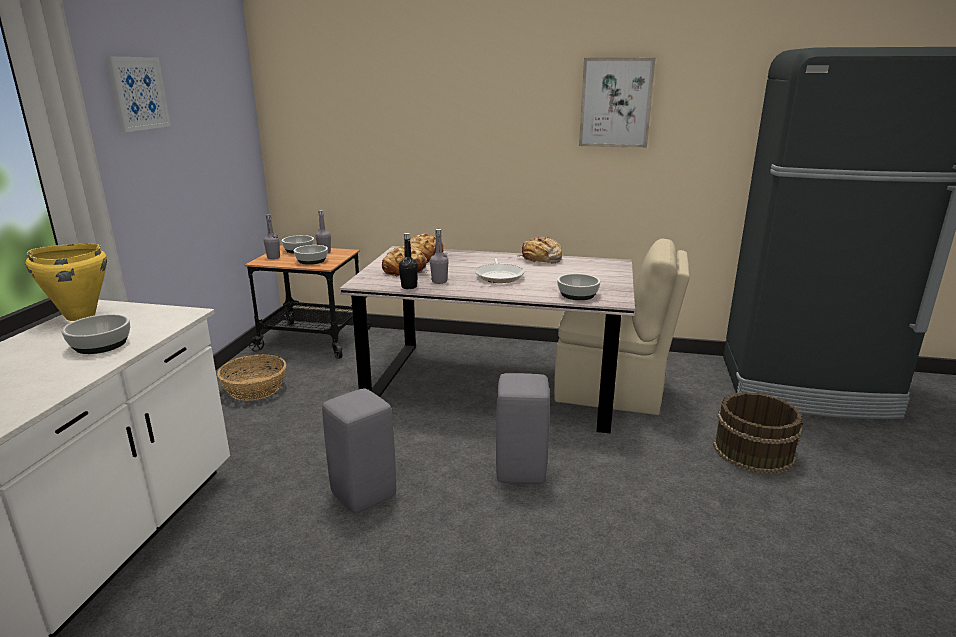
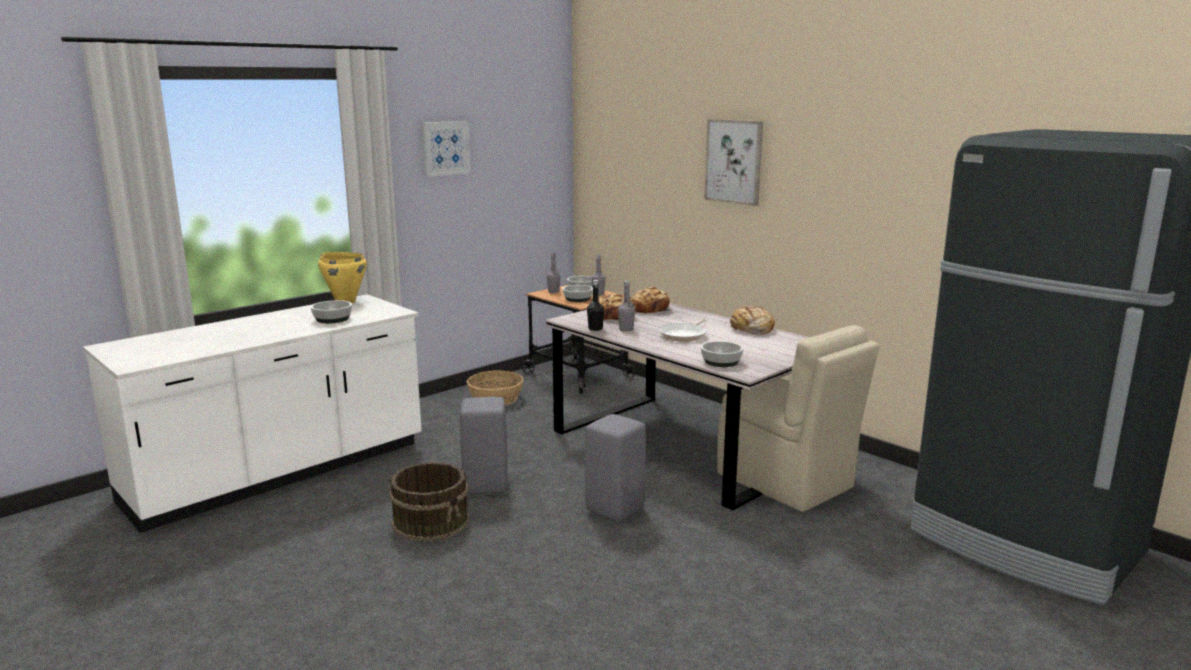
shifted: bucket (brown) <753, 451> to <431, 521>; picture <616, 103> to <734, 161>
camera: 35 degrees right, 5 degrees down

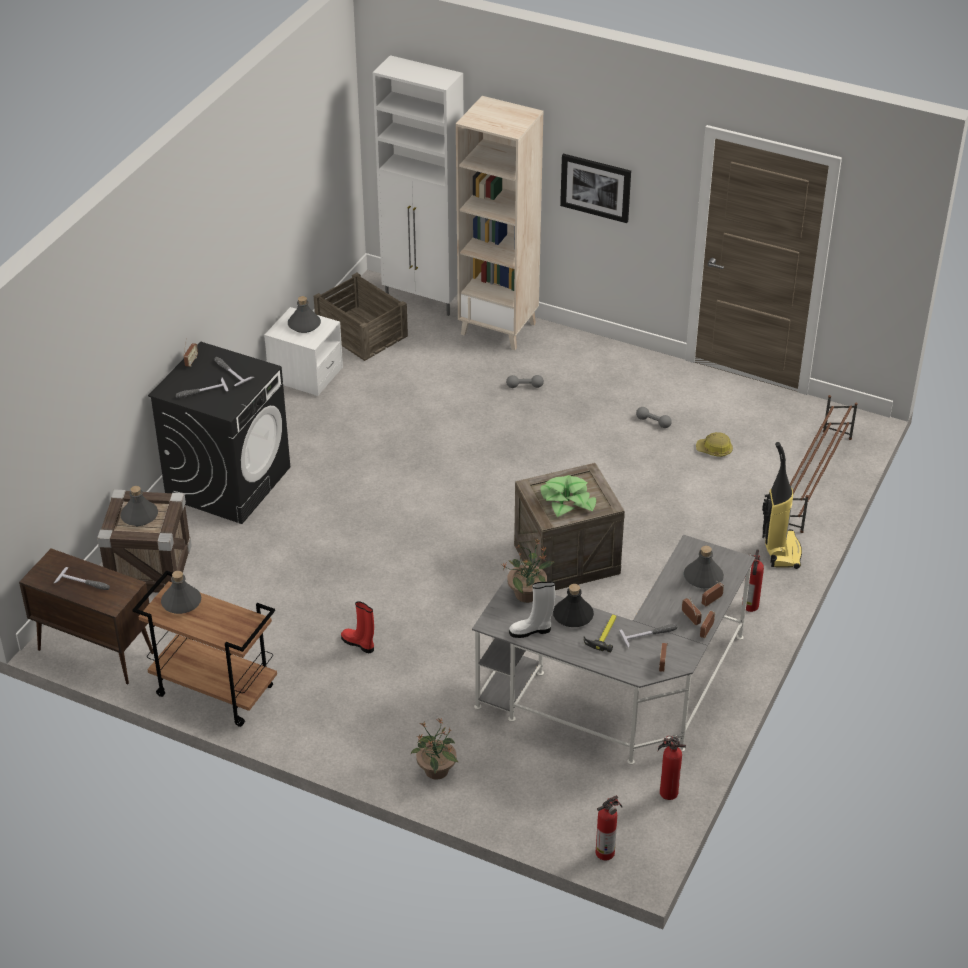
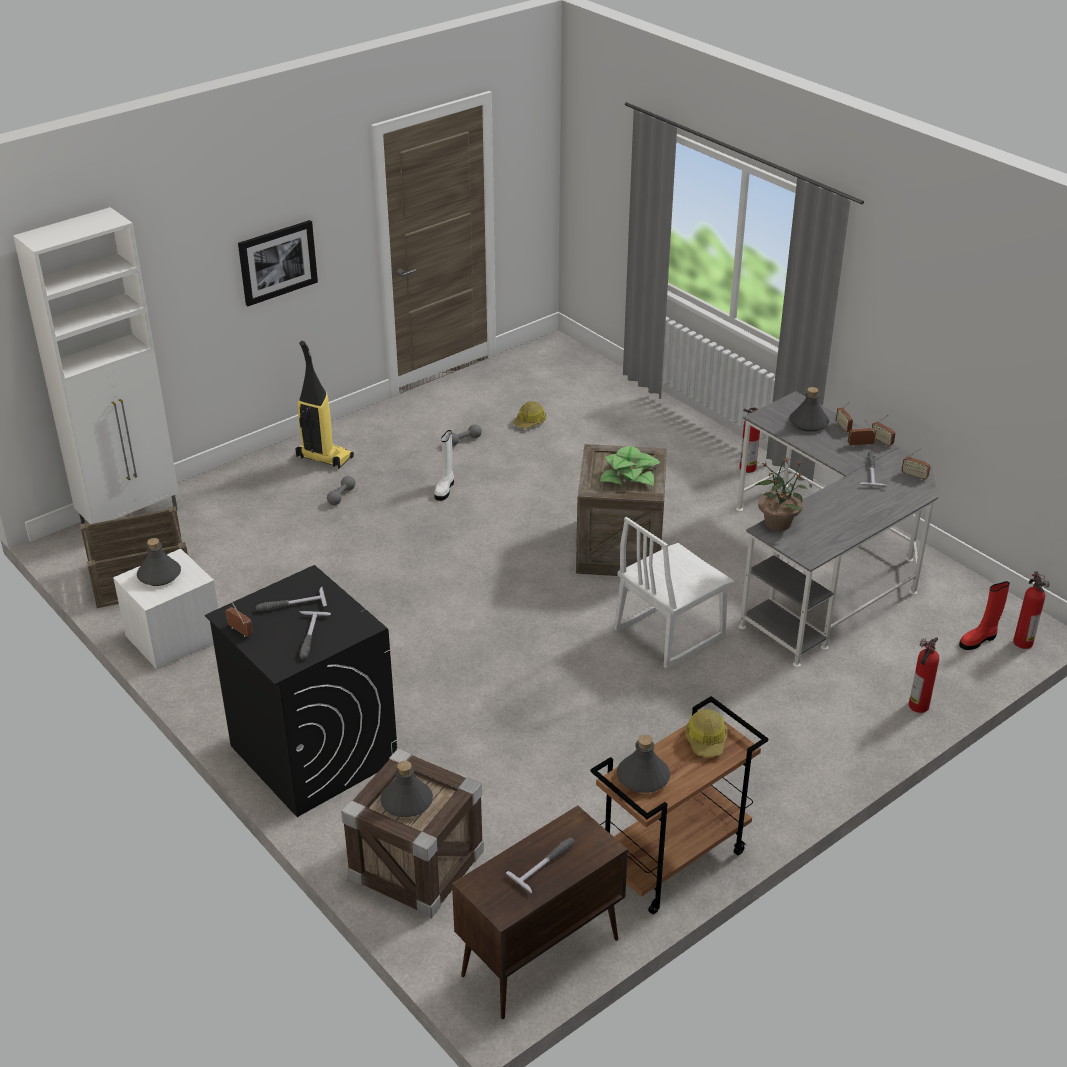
gone: potted plant <436, 771>; bookcase (beige) <499, 328>; bottle (black) <573, 616>; hammer <603, 633>; shoe rack (brown) <812, 480>
new: chair (white) <668, 633>; hard hat <706, 740>
shifted: vacuum cleaner <780, 550> to <323, 457>; boot (white) <531, 631> to <445, 489>; fire extinguisher <667, 792> to <918, 706>; boot (red) <359, 644> to <978, 640>
camera: 65 degrees left, 5 degrees down

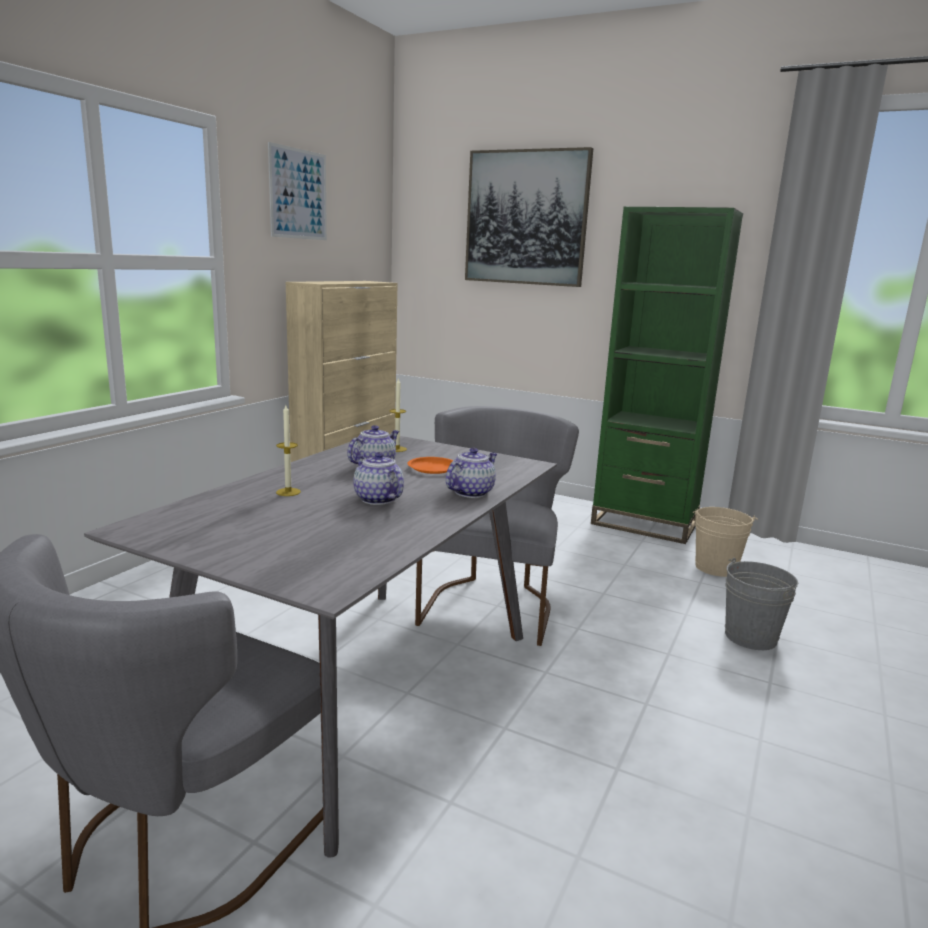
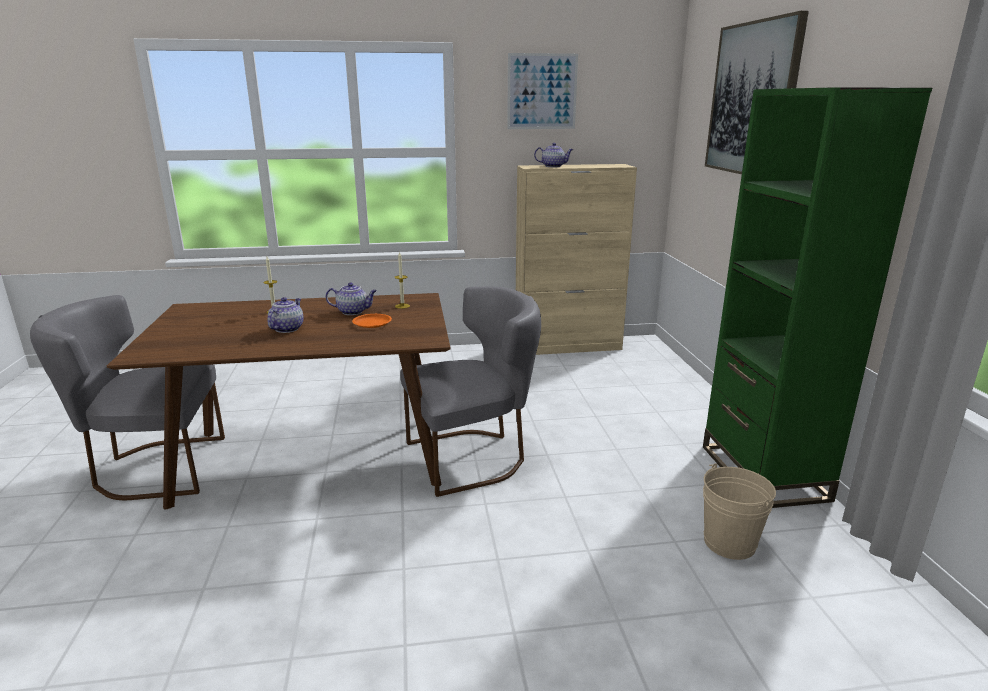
gone: bucket (grey) <750, 637>
shifted: teapot <471, 492> to <553, 166>
repainted: dining table (grey) <362, 688> to dining table (brown) <316, 457>
camera: 55 degrees right, 5 degrees up

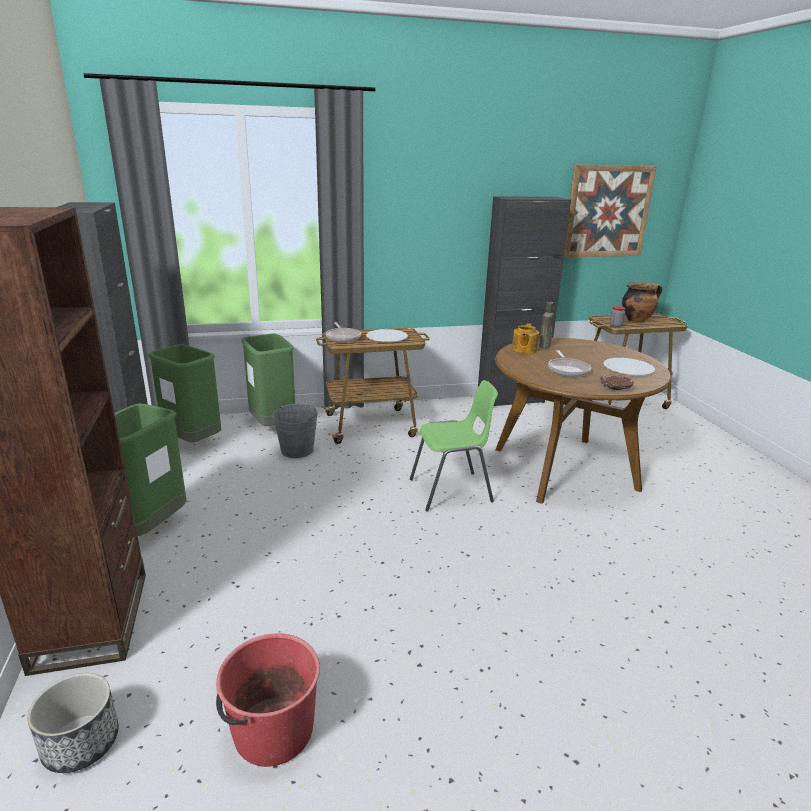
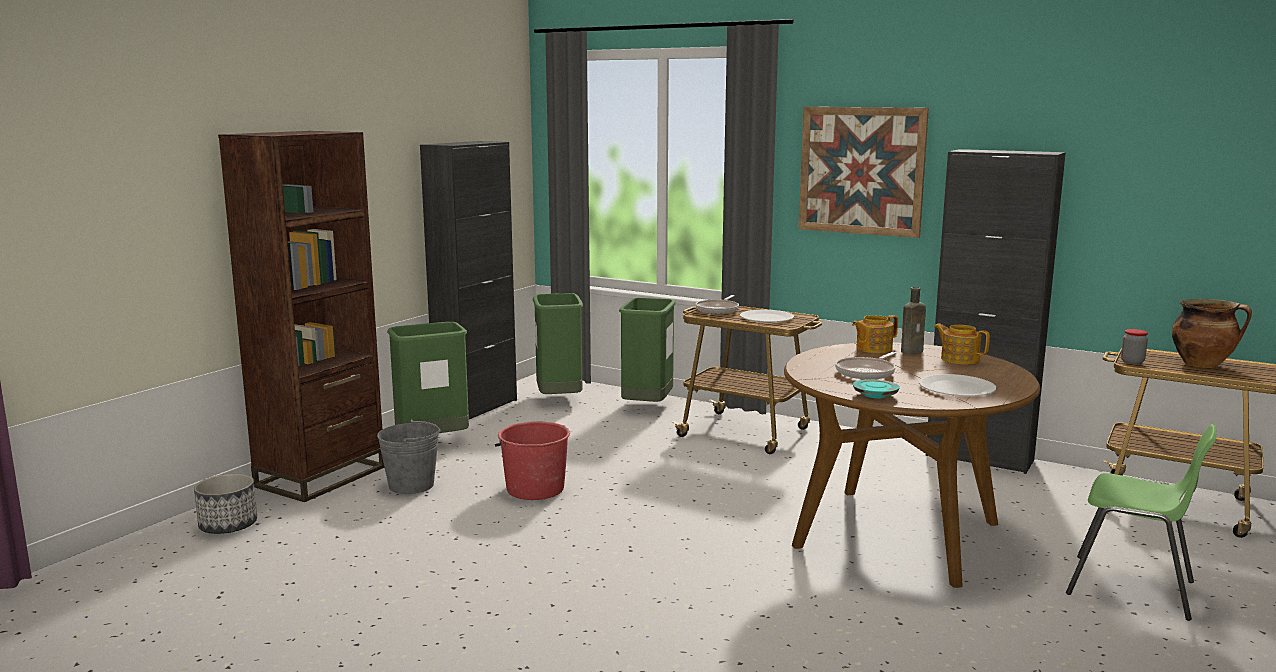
new: teapot <959, 359>
shifted: bucket (grey) <297, 450> to <411, 485>; bucket (red) <272, 731> to <534, 489>; picture <607, 211> to <861, 170>; chair (green) <451, 491> to <1132, 588>
repainted: plate (brown) <615, 387> to plate (turquoise) <875, 395>
camera: 45 degrees right, 10 degrees down

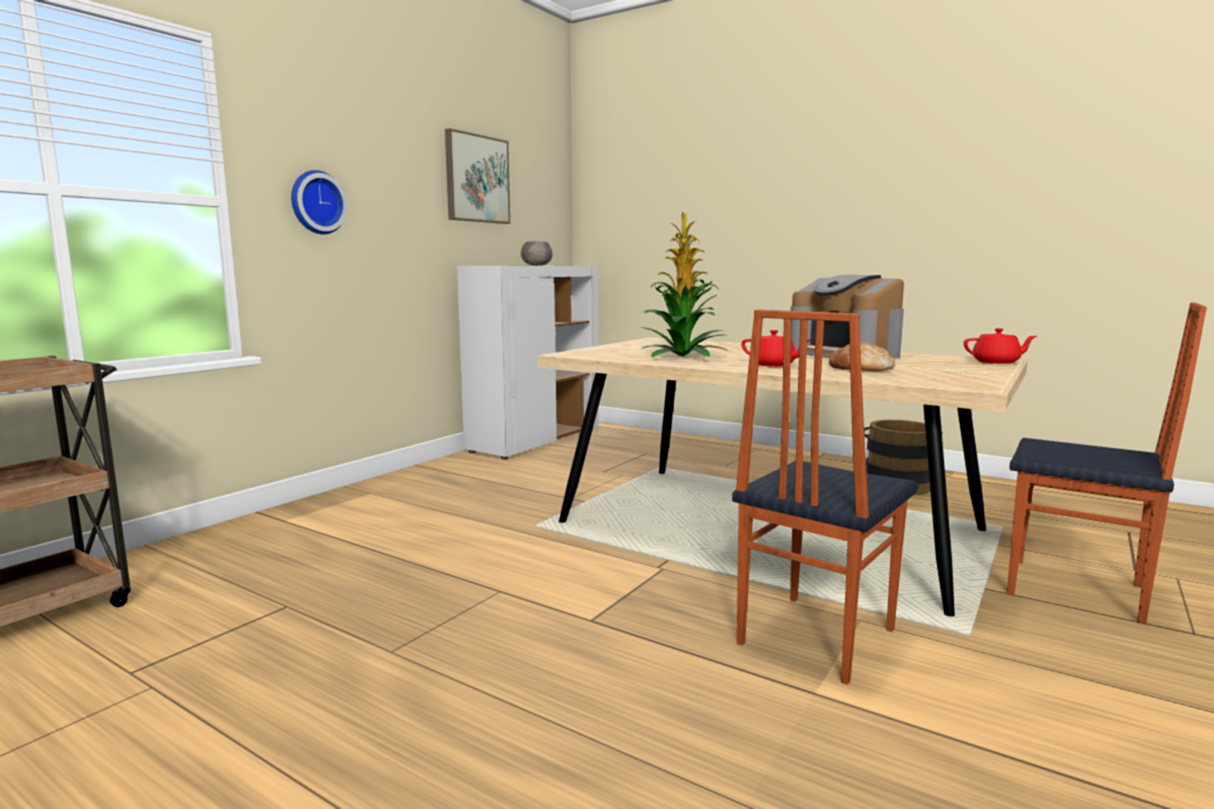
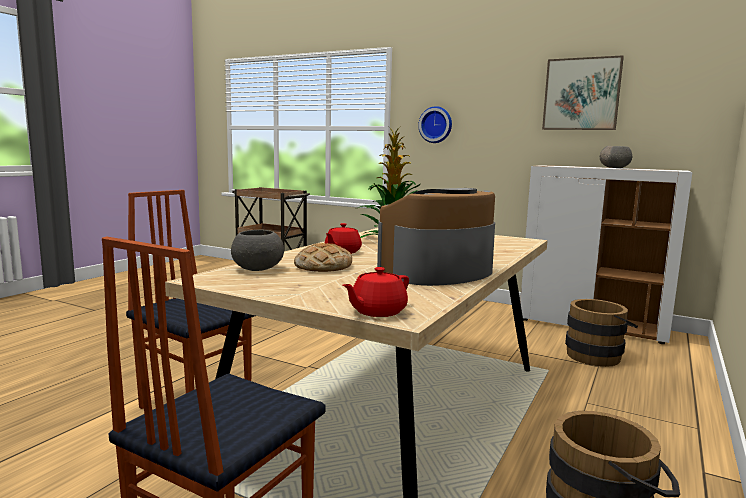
new: bowl (grey) <257, 269>; bucket (brown) <597, 355>
rotated: teapot (red) <997, 362> = <377, 311> 45 degrees clockwise
camera: 85 degrees right, 0 degrees up

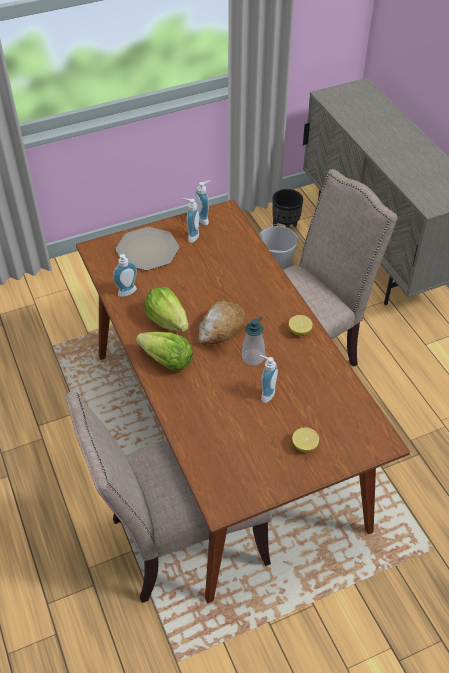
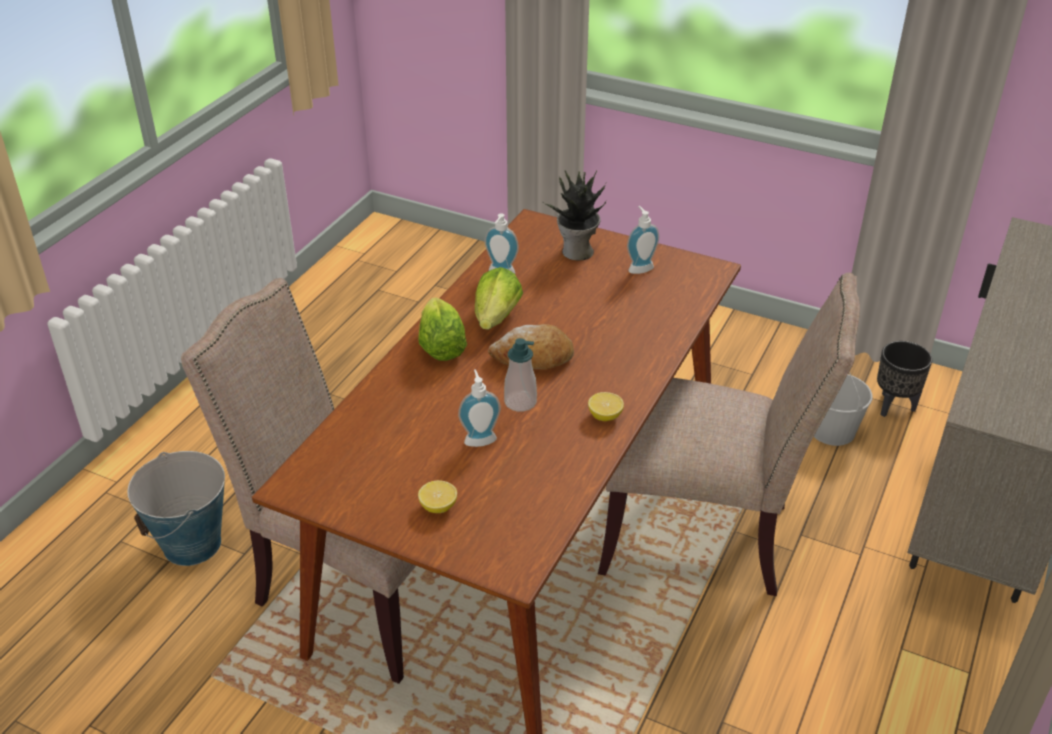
gone: soap dispenser <204, 219>
new: bucket <192, 544>
swapped: plate <147, 250> to potted plant <577, 252>
camera: 50 degrees right, 10 degrees down

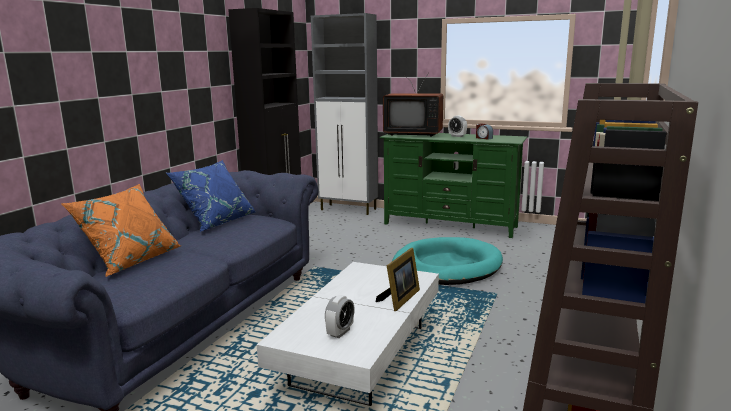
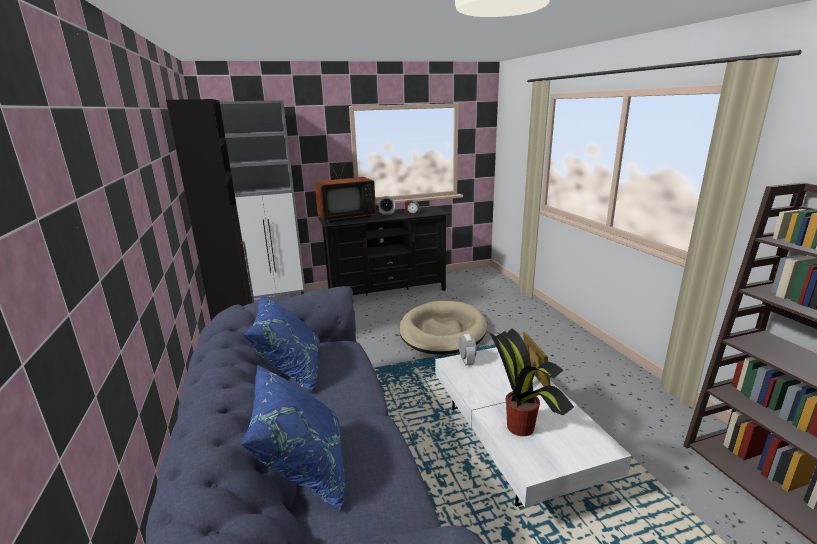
new: potted plant <521, 428>
shifted: alarm clock <340, 332> to <466, 361>
repainted: pillow (orange) <131, 261> to pillow (blue) <303, 469>; tv stand (green) <450, 225> to tv stand (black) <387, 292>; dog bed (turquoise) <446, 266> to dog bed (beige) <443, 331>
camera: 40 degrees left, 5 degrees up

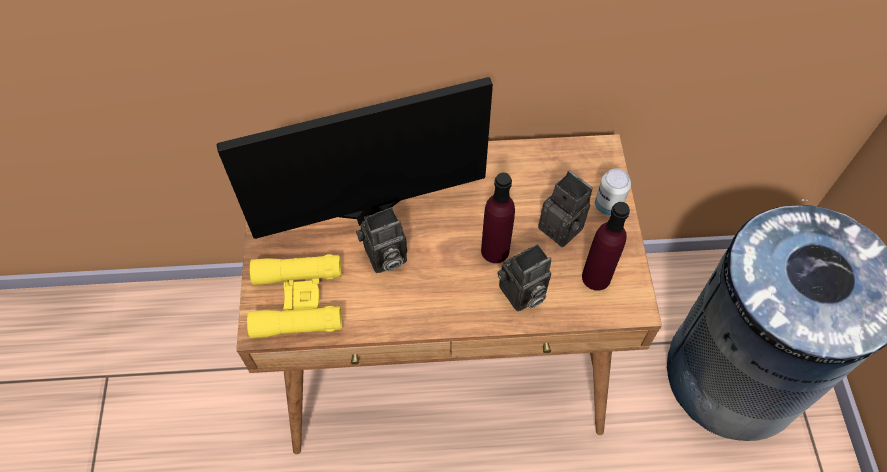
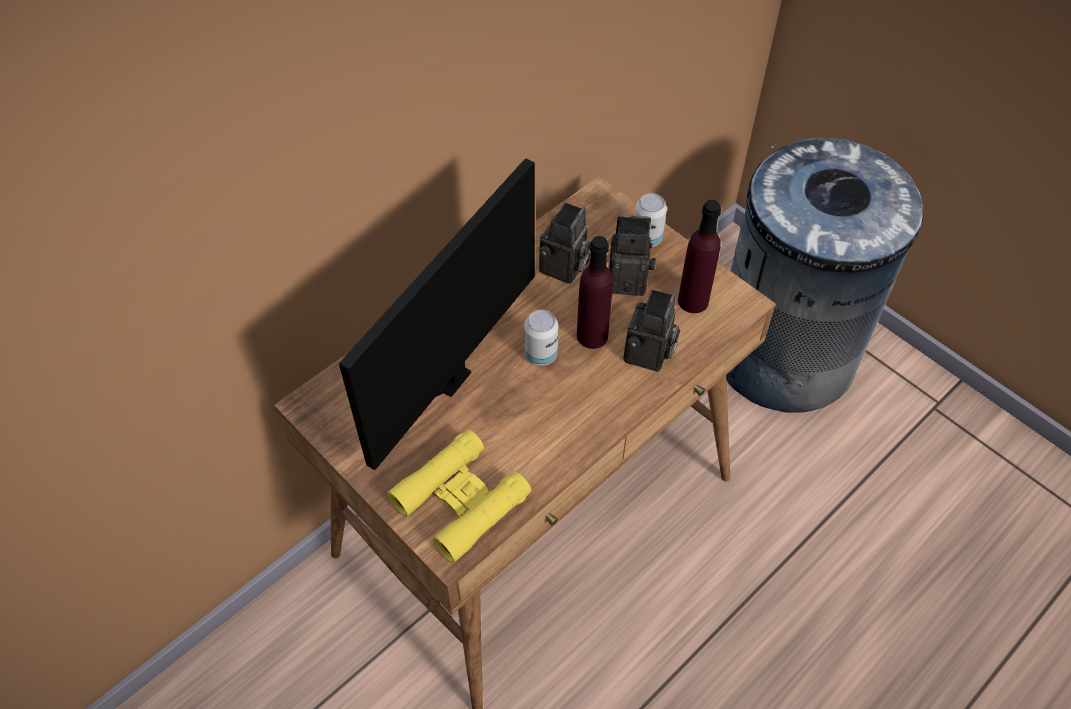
new: can <541, 355>
shifted: photo camera <384, 258> to <564, 269>
camera: 40 degrees left, 5 degrees down

